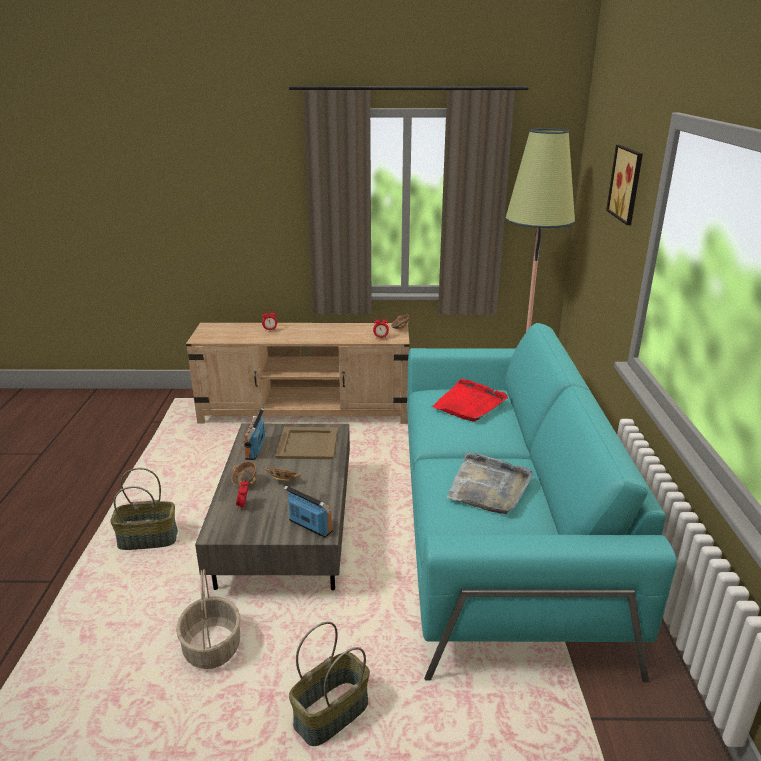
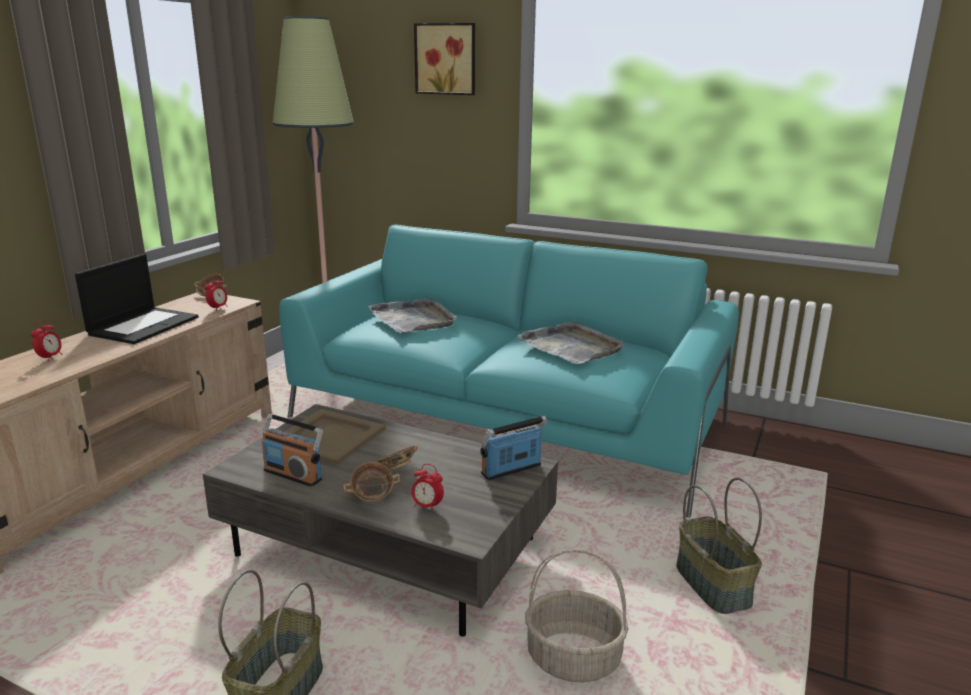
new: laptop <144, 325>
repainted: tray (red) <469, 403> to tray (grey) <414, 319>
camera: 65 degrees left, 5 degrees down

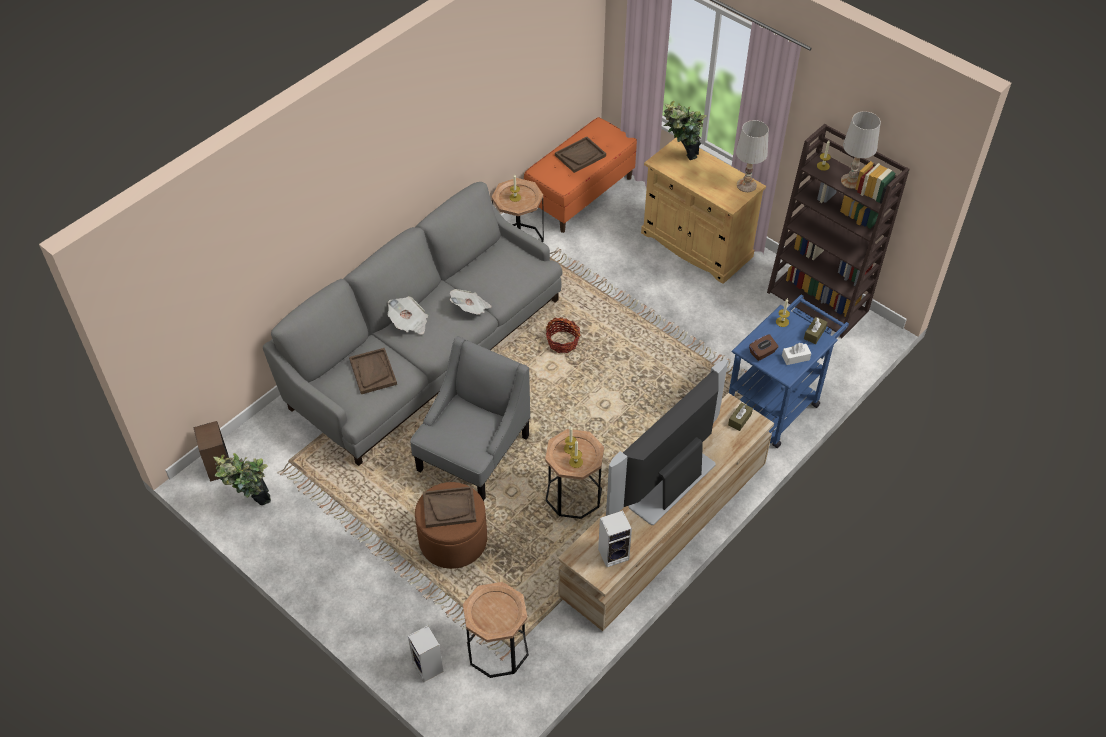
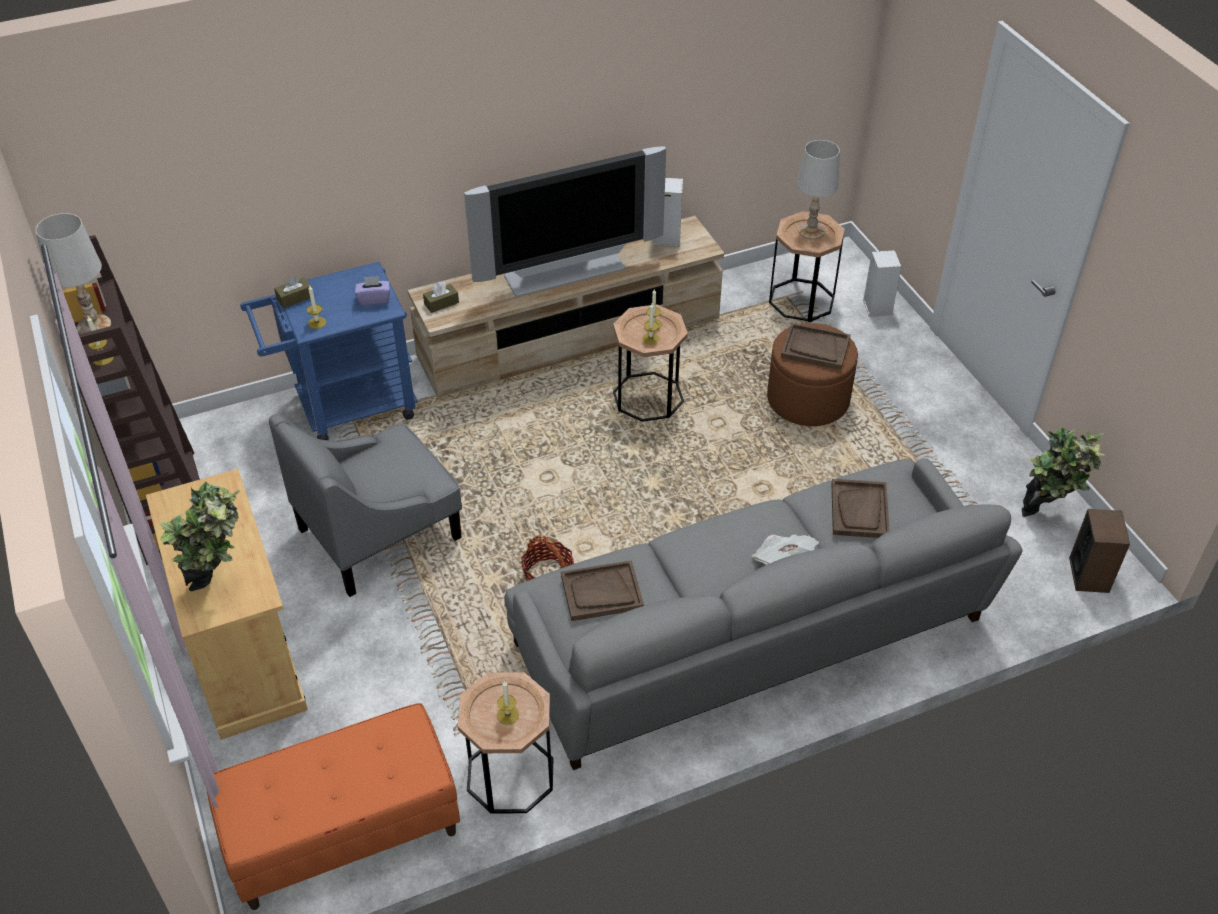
gone: newspaper <471, 309>; tissue box (white) <795, 357>
shifted: armchair (grey) <473, 453> to <379, 533>; tray (brown) <580, 155> to <601, 592>; table lamp (white) <746, 185> to <811, 231>
repainted: tissue box (brown) <762, 353> to tissue box (purple) <374, 299>
camera: 155 degrees left, 5 degrees down

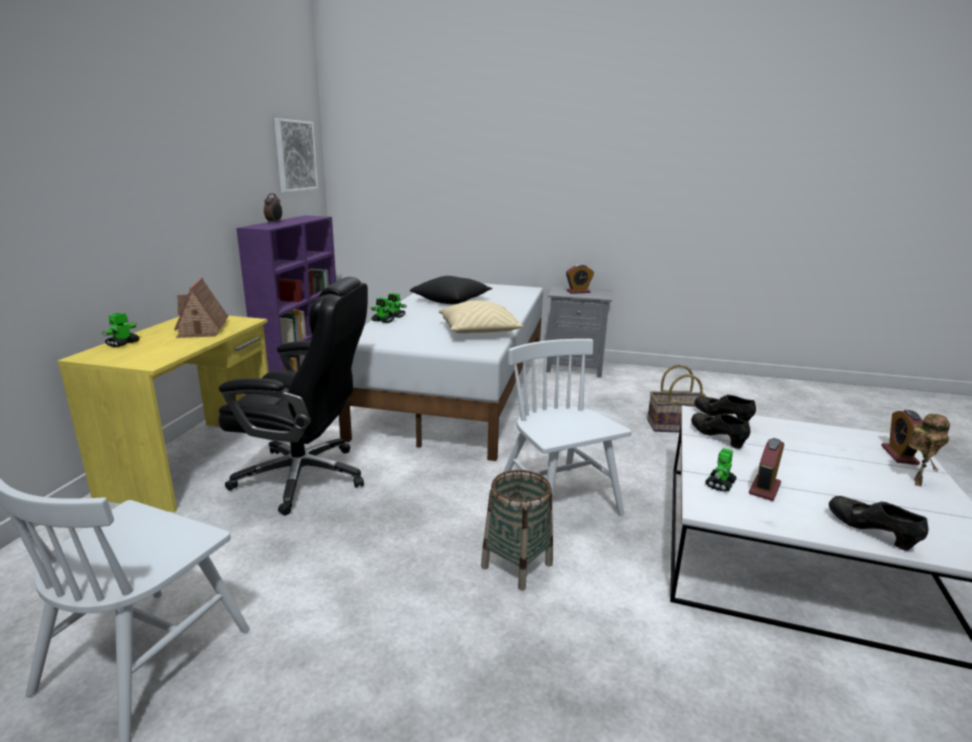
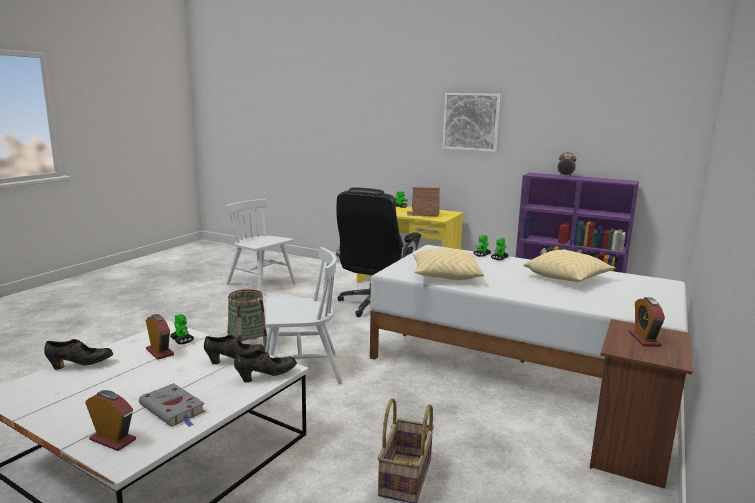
gone: toy robot <915, 481>
new: book (grey) <173, 409>
shifted: picture <295, 156> to <471, 122>
repainted: pillow (black) <451, 300> to pillow (beige) <567, 278>; nightstand (grey) <575, 367> to nightstand (brown) <631, 455>
camera: 105 degrees right, 5 degrees down

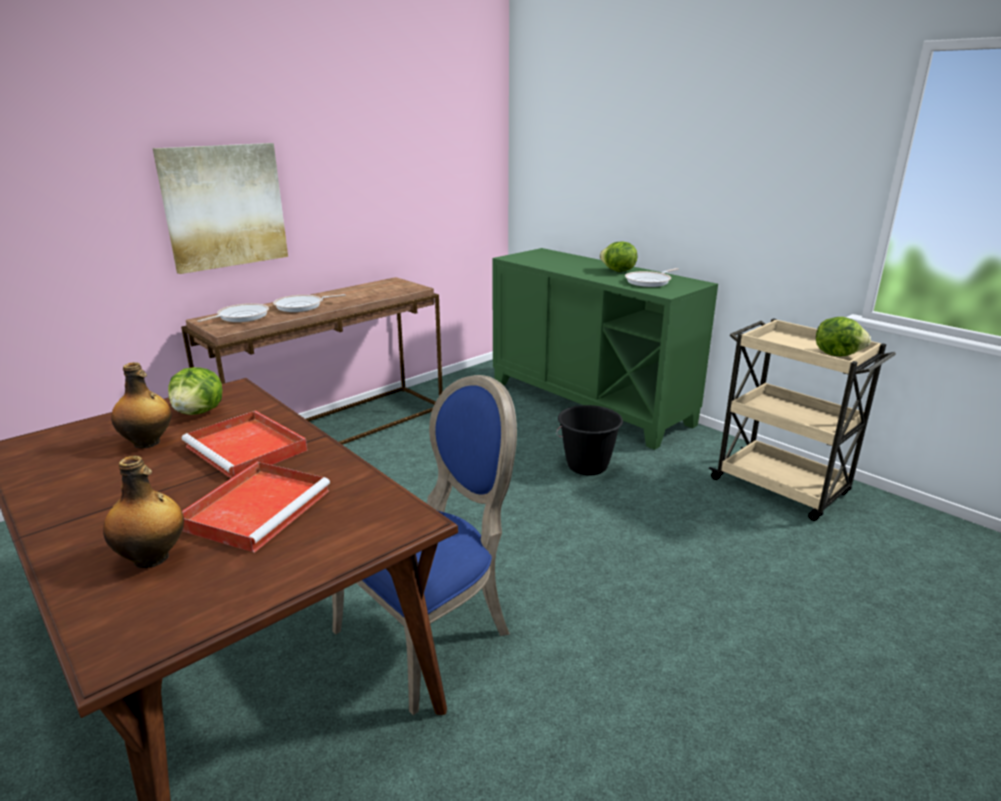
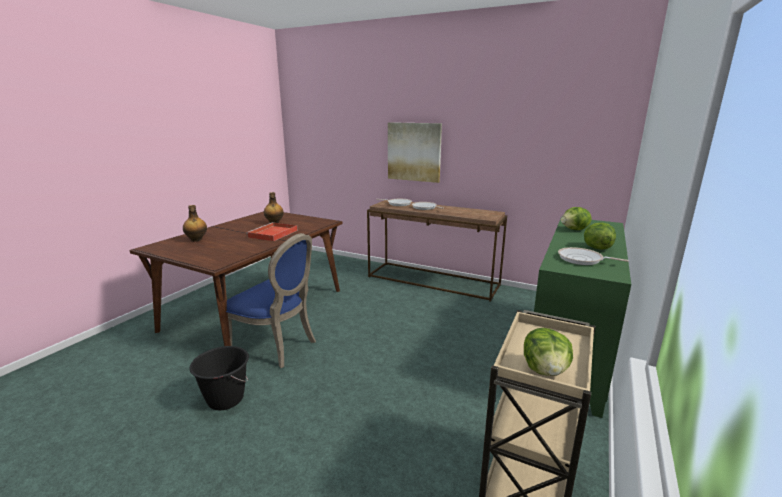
gone: tray (red) <258, 508>
shifted: bucket (black) <587, 466> to <225, 399>; lettuce <199, 412> to <575, 230>
camera: 70 degrees right, 5 degrees down

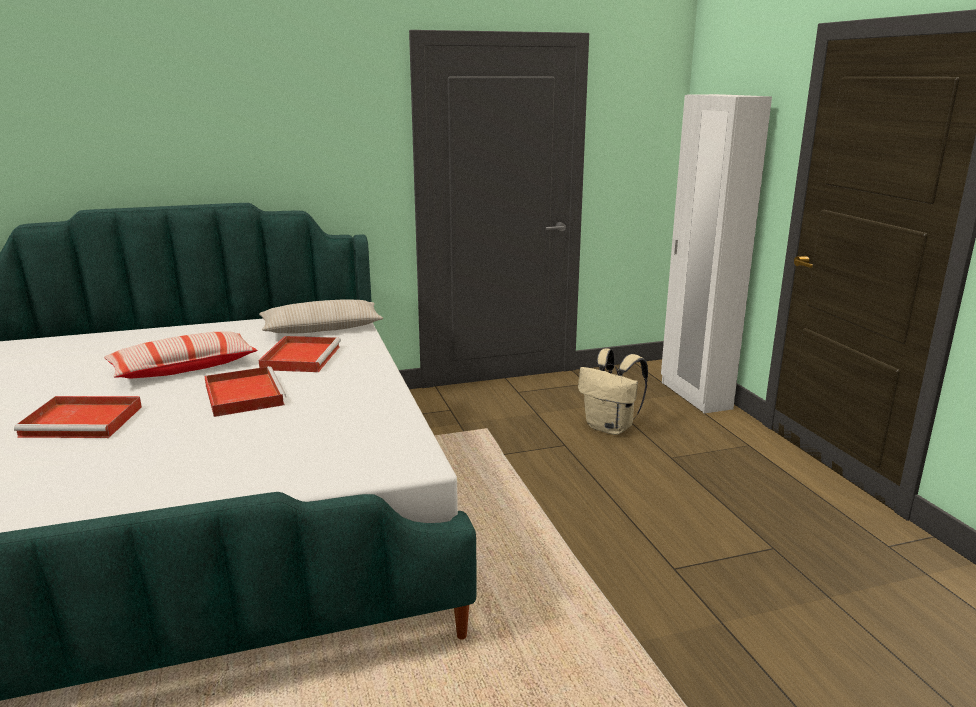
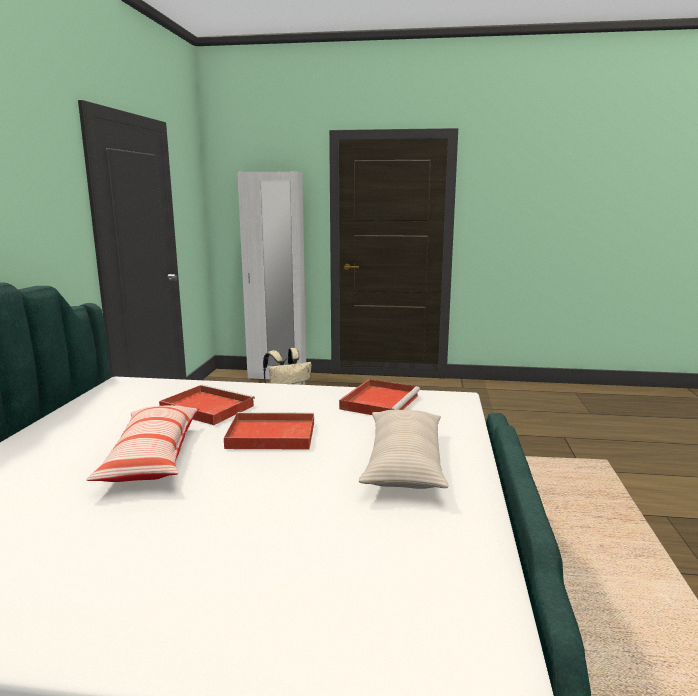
shifted: tray (red) <84, 421> to <380, 401>; pillow (beige) <322, 329> to <404, 462>
camera: 65 degrees left, 5 degrees down

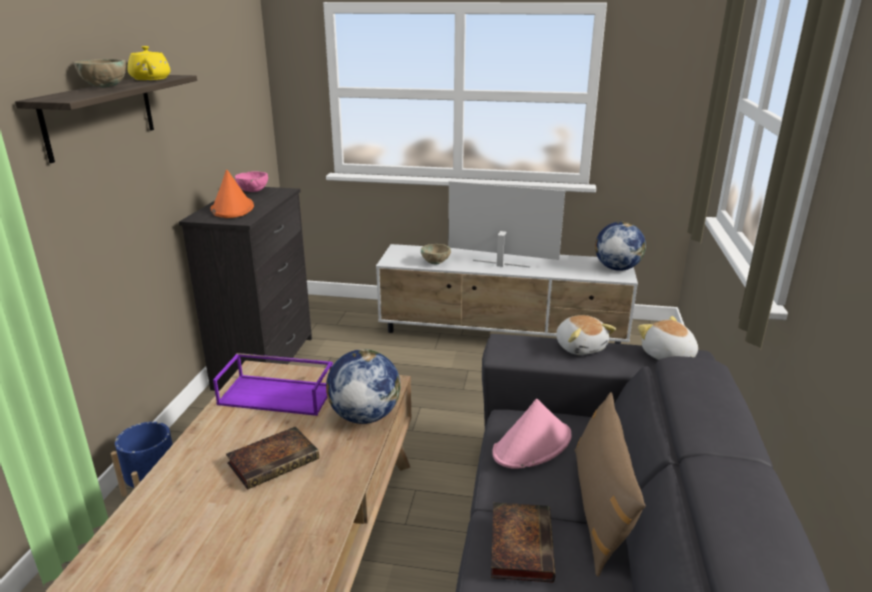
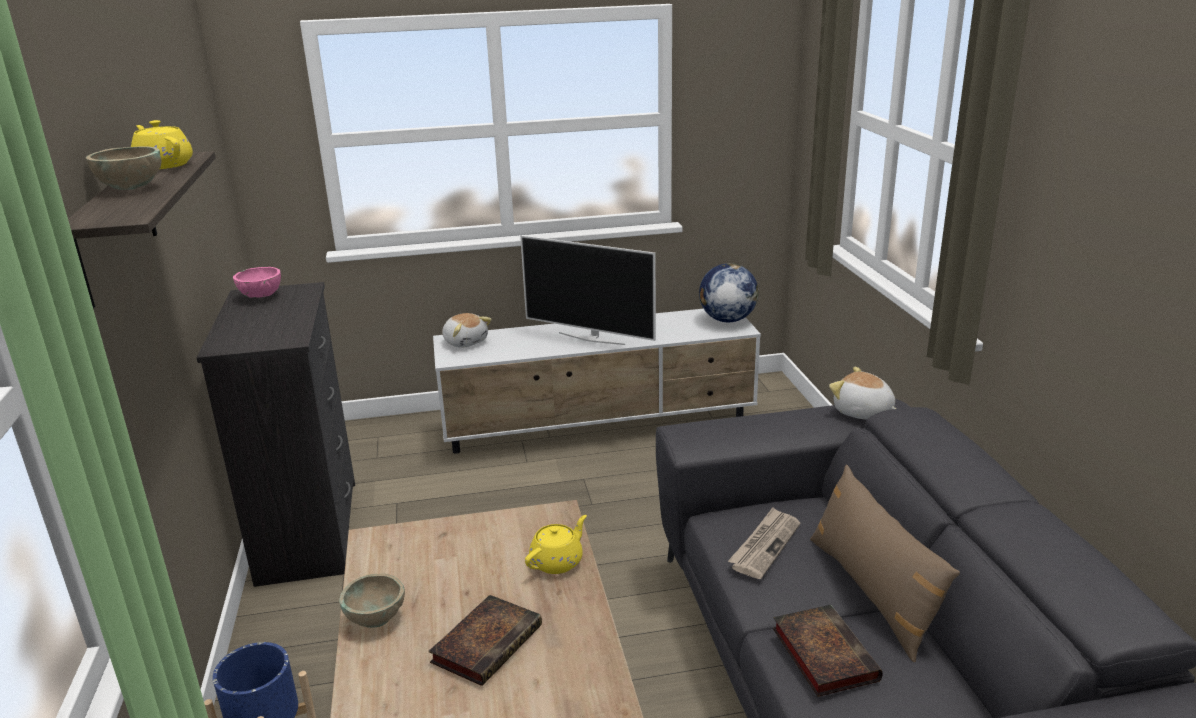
gone: hat (orange) <232, 208>; tray (purple) <278, 394>
shifted: bowl (beige) <435, 263> to <376, 618>; plush toy <580, 347> to <465, 341>
swapped: globe <364, 416> to teapot (yellow) <557, 561>; hat (pink) <532, 445> to newspaper <764, 545>
rotated: television <500, 264> = <592, 338> 150 degrees counterclockwise
camera: 20 degrees left, 0 degrees up

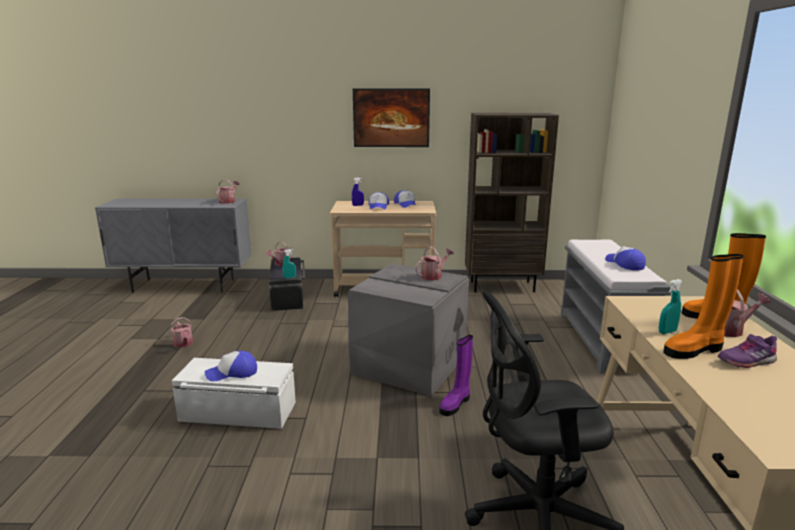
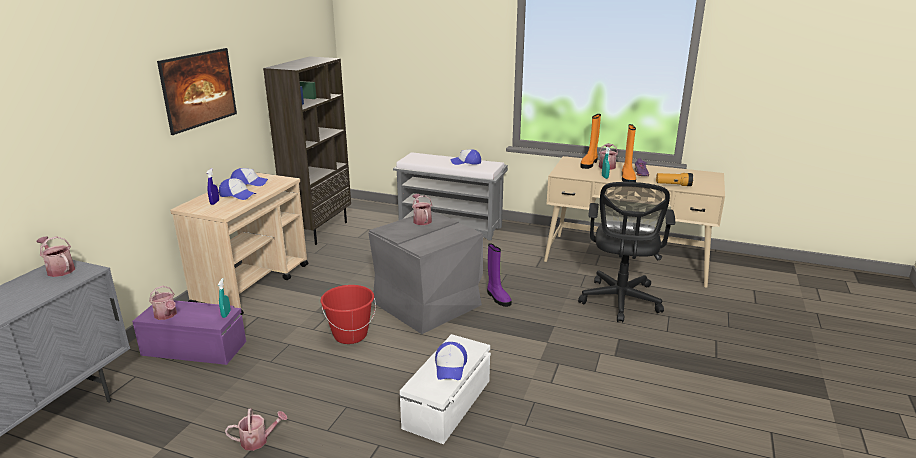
new: bucket (red) <350, 335>; flashlight <673, 185>
repainted: storage box (black) <288, 296> to storage box (purple) <195, 347>
camera: 70 degrees left, 5 degrees up

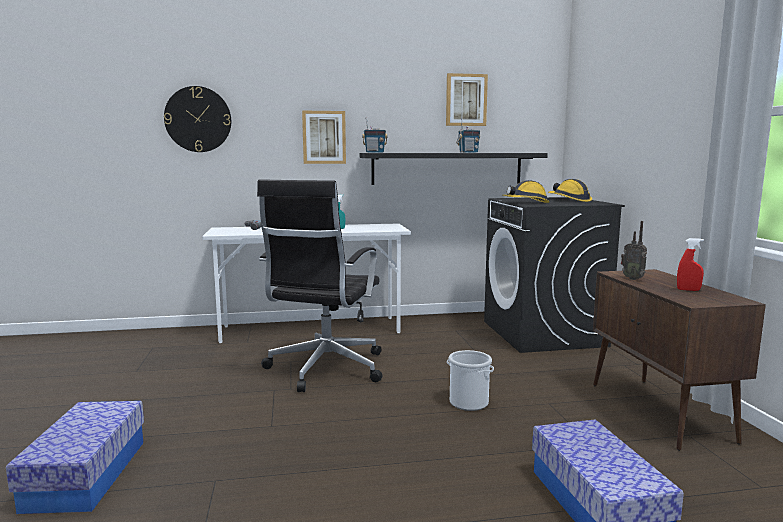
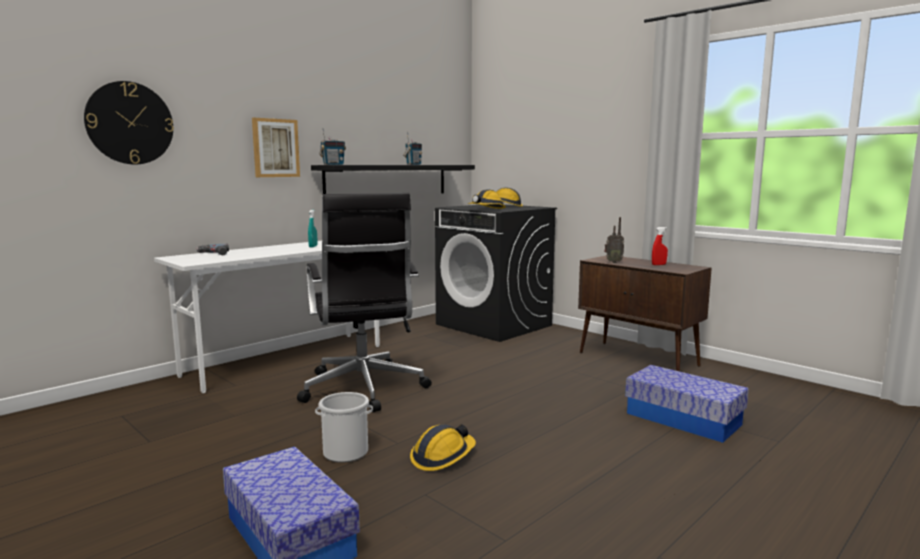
gone: picture <466, 100>
new: hard hat <442, 457>
shifted: bucket <469, 402> to <346, 452>
camera: 35 degrees left, 0 degrees up

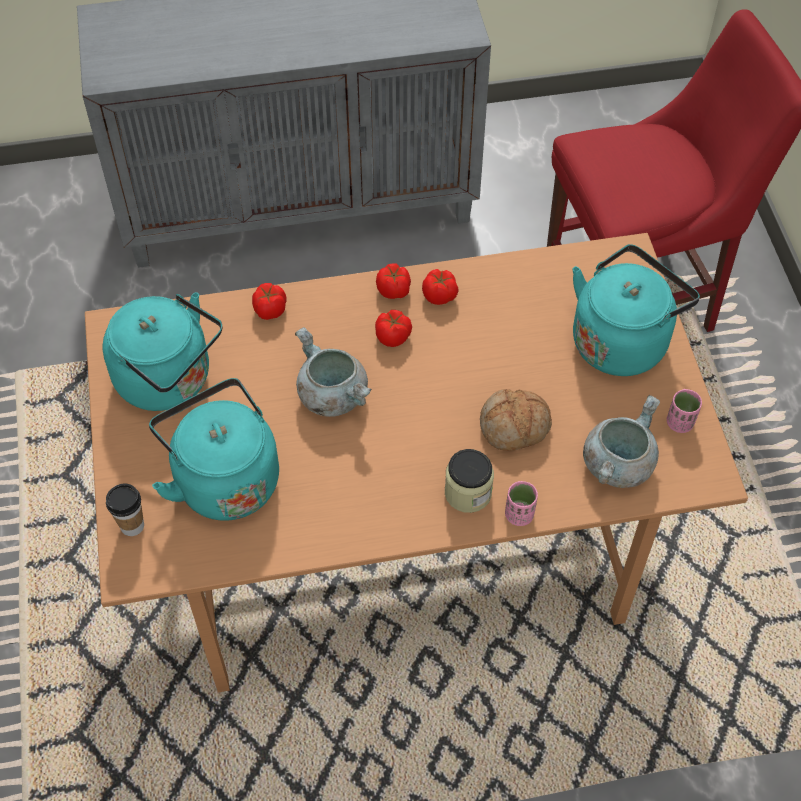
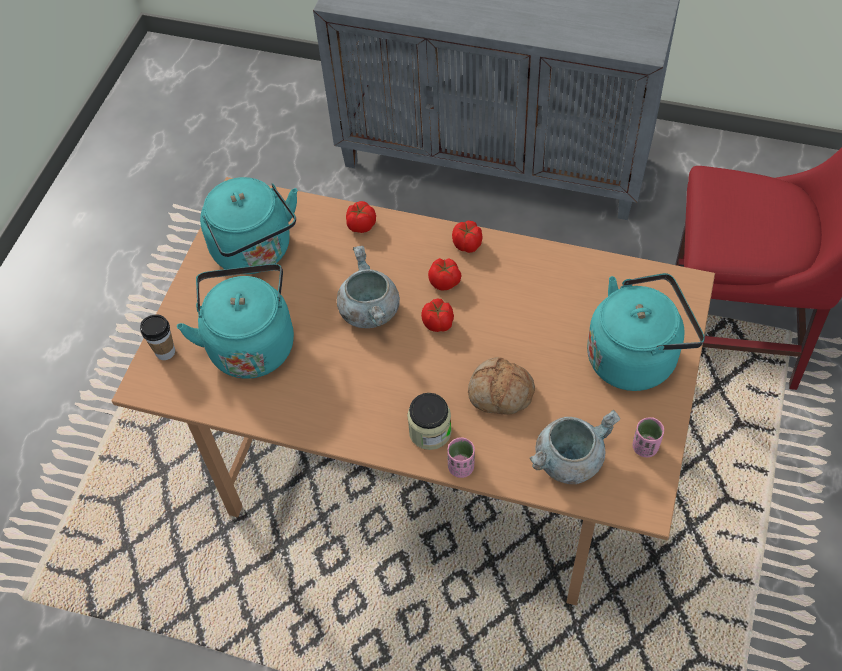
shifted: tomato <440, 296> to <438, 323>
camera: 30 degrees right, 0 degrees up

